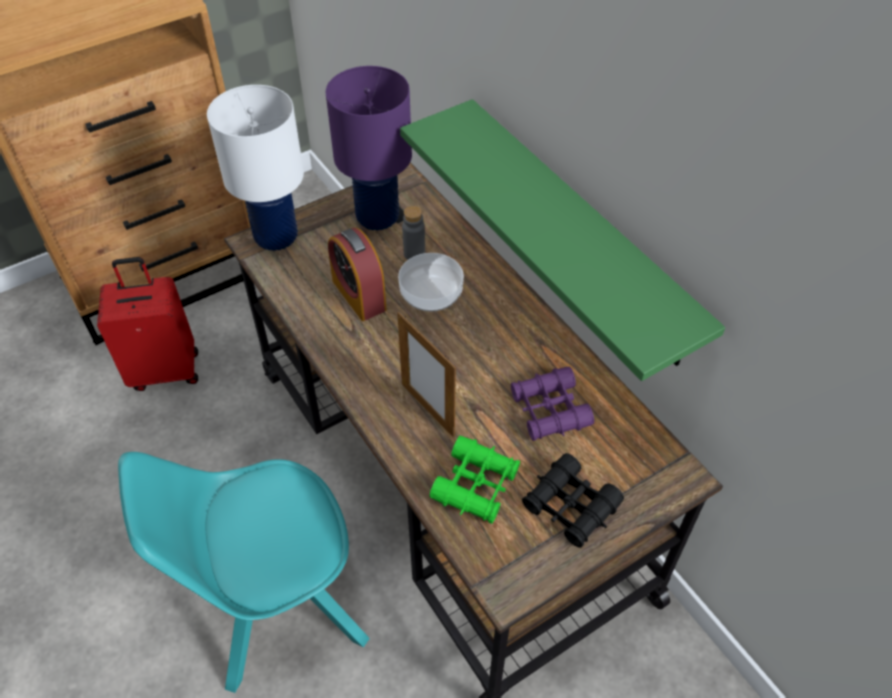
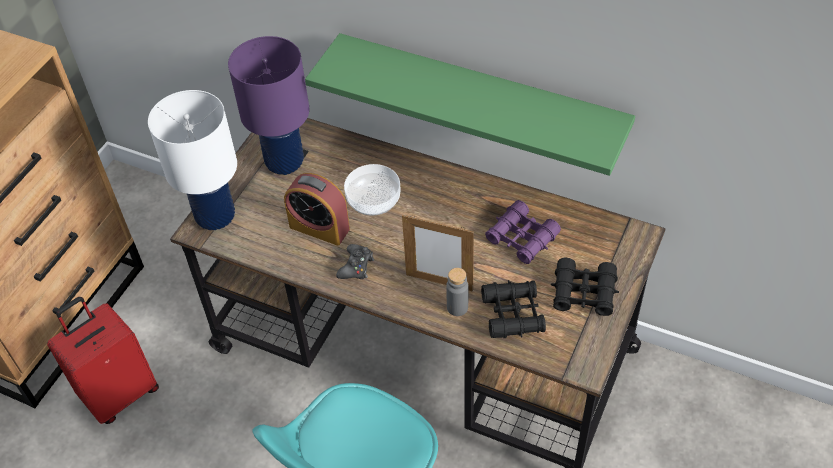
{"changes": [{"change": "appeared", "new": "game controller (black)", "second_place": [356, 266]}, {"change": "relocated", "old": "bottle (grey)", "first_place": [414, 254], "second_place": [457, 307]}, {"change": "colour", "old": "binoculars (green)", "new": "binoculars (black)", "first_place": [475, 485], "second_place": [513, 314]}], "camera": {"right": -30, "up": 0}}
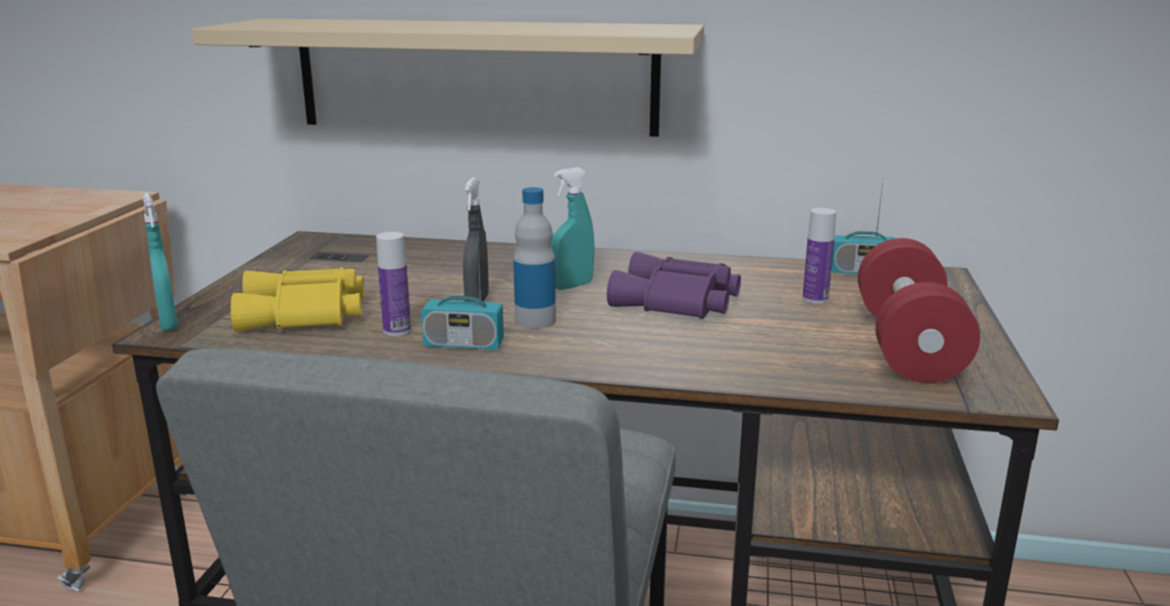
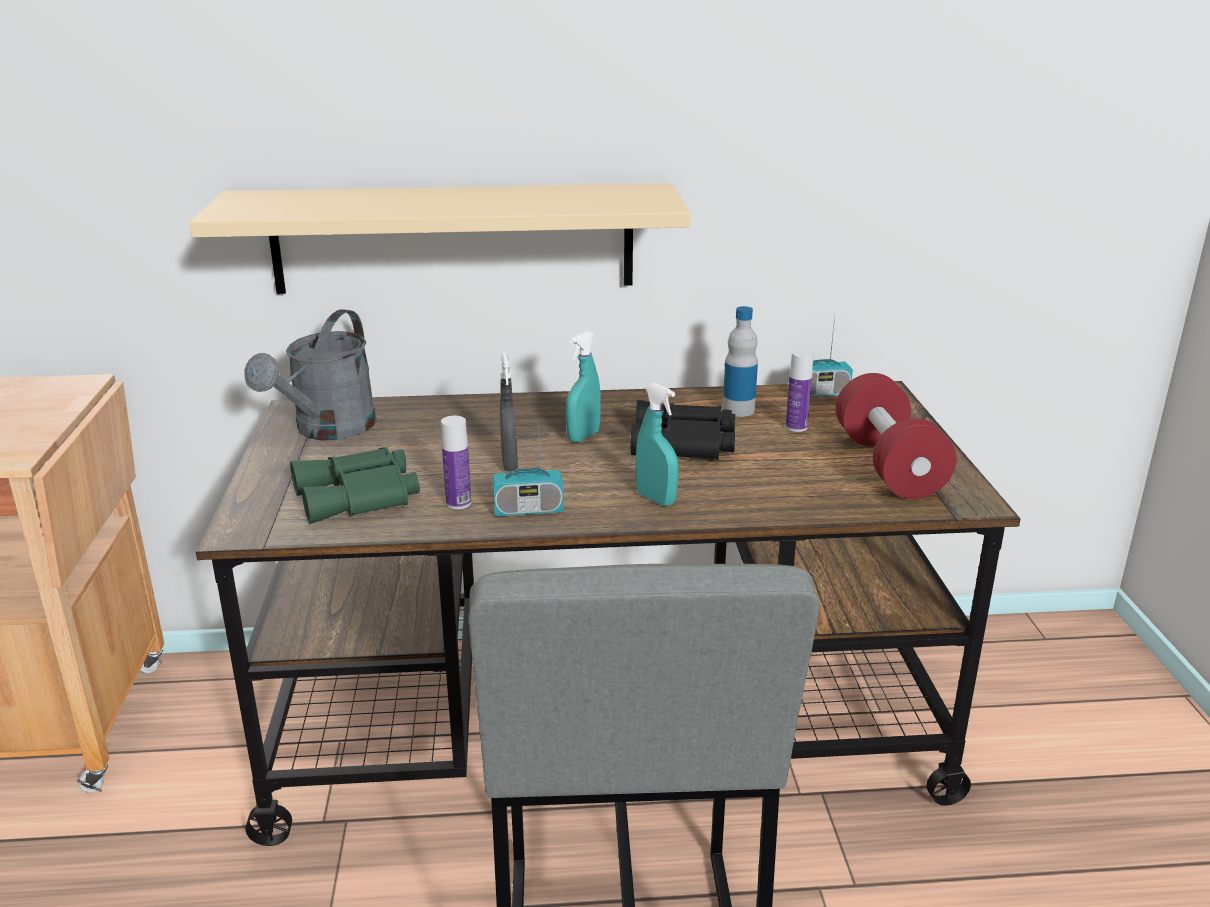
{"changes": [{"change": "appeared", "new": "watering can (grey)", "second_place": [328, 430]}, {"change": "colour", "old": "binoculars (yellow)", "new": "binoculars (green)", "first_place": [305, 315], "second_place": [359, 497]}, {"change": "colour", "old": "binoculars (purple)", "new": "binoculars (black)", "first_place": [677, 303], "second_place": [685, 444]}, {"change": "relocated", "old": "spray bottle (turquoise)", "first_place": [169, 324], "second_place": [656, 499]}, {"change": "relocated", "old": "bottle", "first_place": [535, 321], "second_place": [738, 410]}], "camera": {"right": -15, "up": 5}}
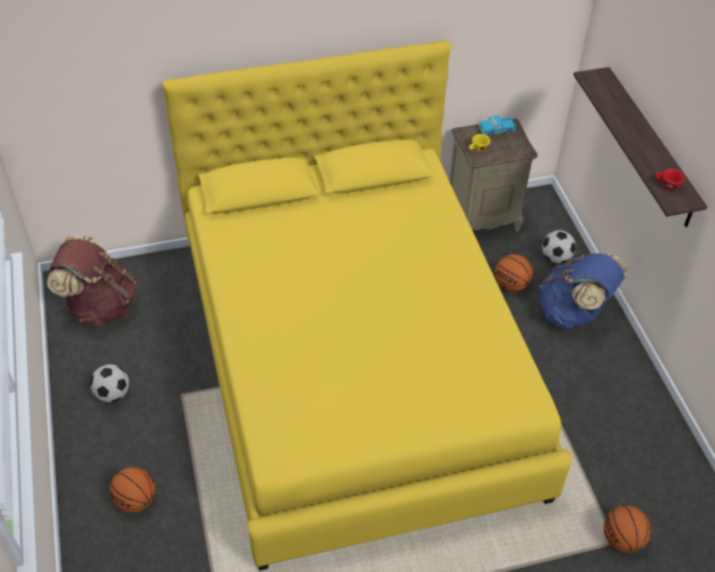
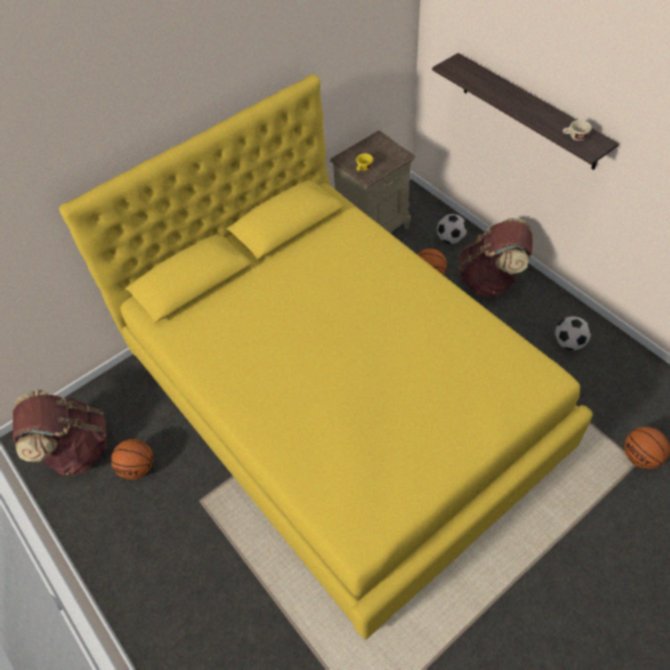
{"changes": [{"change": "relocated", "old": "basketball", "first_place": [136, 500], "second_place": [138, 467]}, {"change": "colour", "old": "backpack (blue)", "new": "backpack (brown)", "first_place": [573, 313], "second_place": [490, 280]}, {"change": "relocated", "old": "football", "first_place": [112, 394], "second_place": [569, 343]}, {"change": "colour", "old": "cup (red)", "new": "cup (beige)", "first_place": [666, 185], "second_place": [574, 137]}, {"change": "missing", "old": "toy truck", "first_place": [496, 131]}], "camera": {"right": -20, "up": 5}}
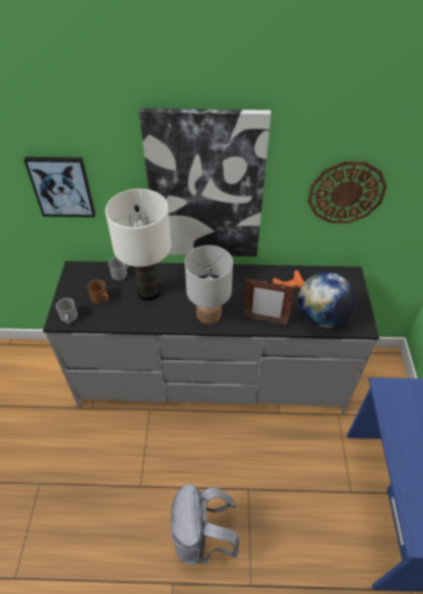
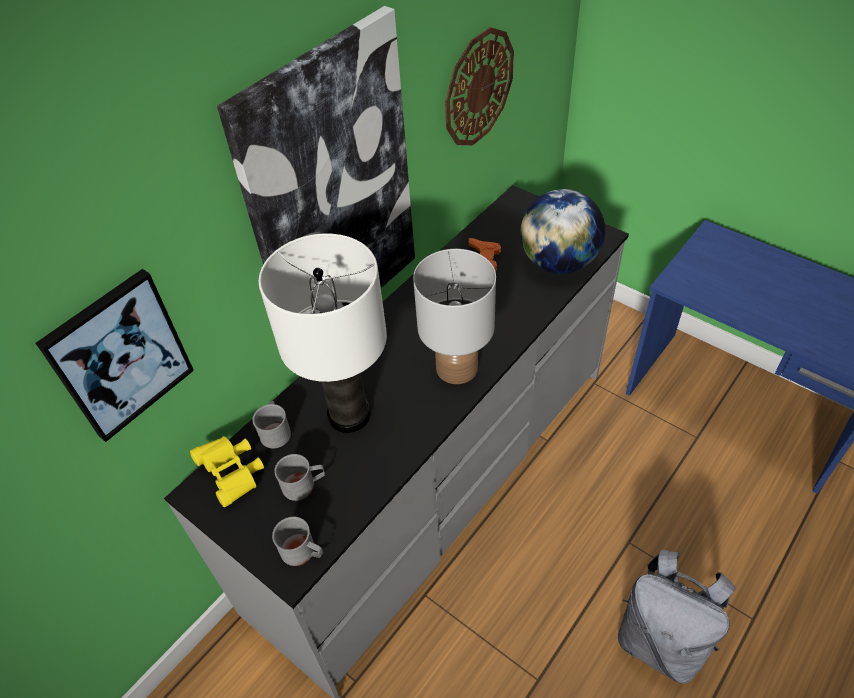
{"changes": [{"change": "appeared", "new": "binoculars (yellow)", "second_place": [233, 474]}, {"change": "colour", "old": "mug (brown)", "new": "mug (grey)", "first_place": [101, 299], "second_place": [304, 485]}, {"change": "missing", "old": "picture frame", "first_place": [265, 320]}], "camera": {"right": -50, "up": 0}}
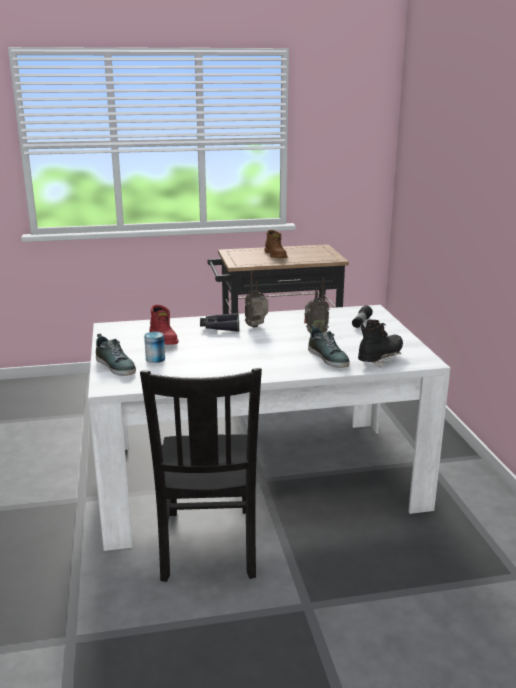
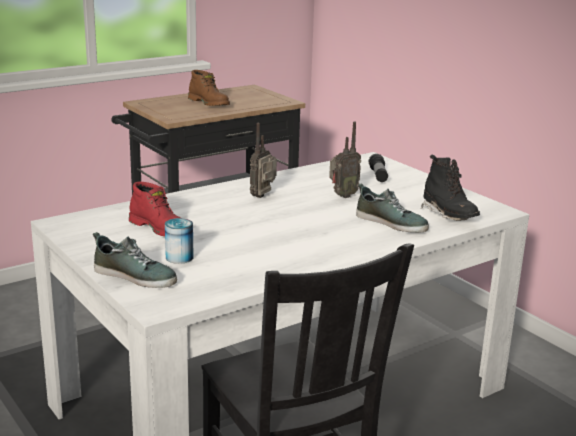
{"changes": [{"change": "spun", "old": "boot (black)", "first_place": [380, 359], "second_place": [448, 215], "degrees": 135}, {"change": "missing", "old": "binoculars (black)", "first_place": [219, 328]}], "camera": {"right": -25, "up": 0}}
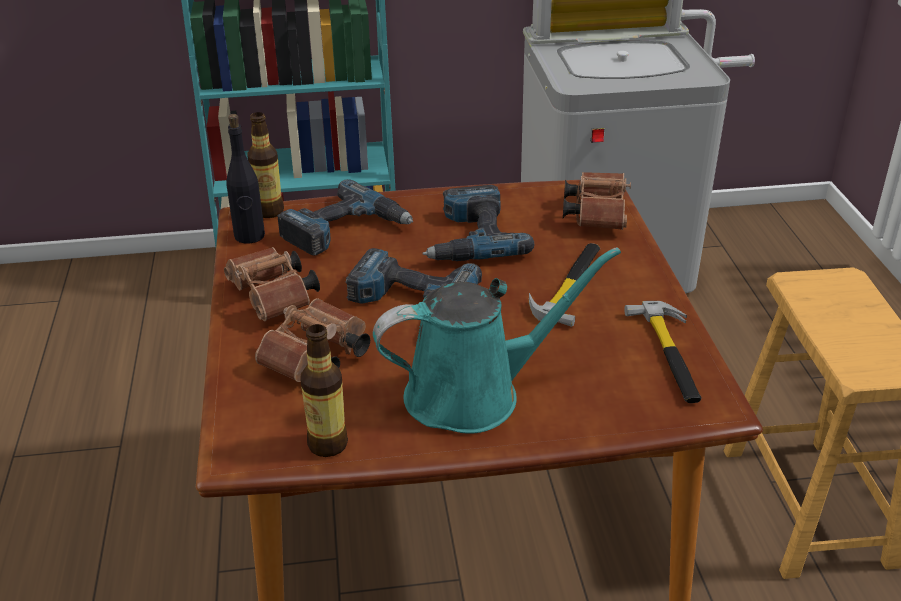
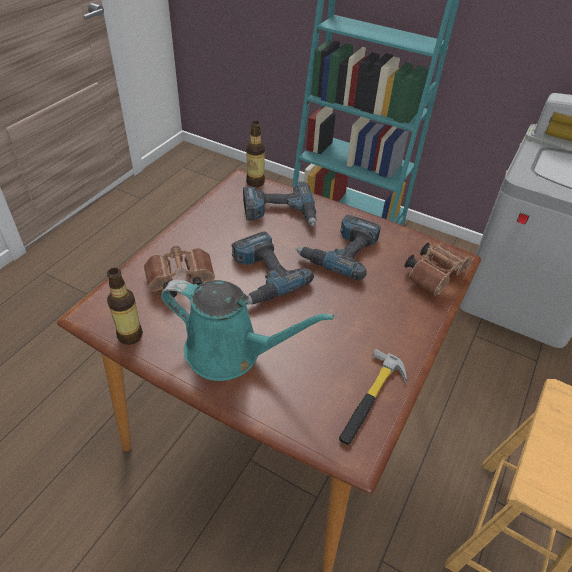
{"changes": [{"change": "missing", "old": "binoculars (brown)", "first_place": [274, 299]}, {"change": "missing", "old": "bottle (black)", "first_place": [249, 236]}, {"change": "missing", "old": "hammer", "first_place": [569, 285]}], "camera": {"right": 35, "up": 10}}
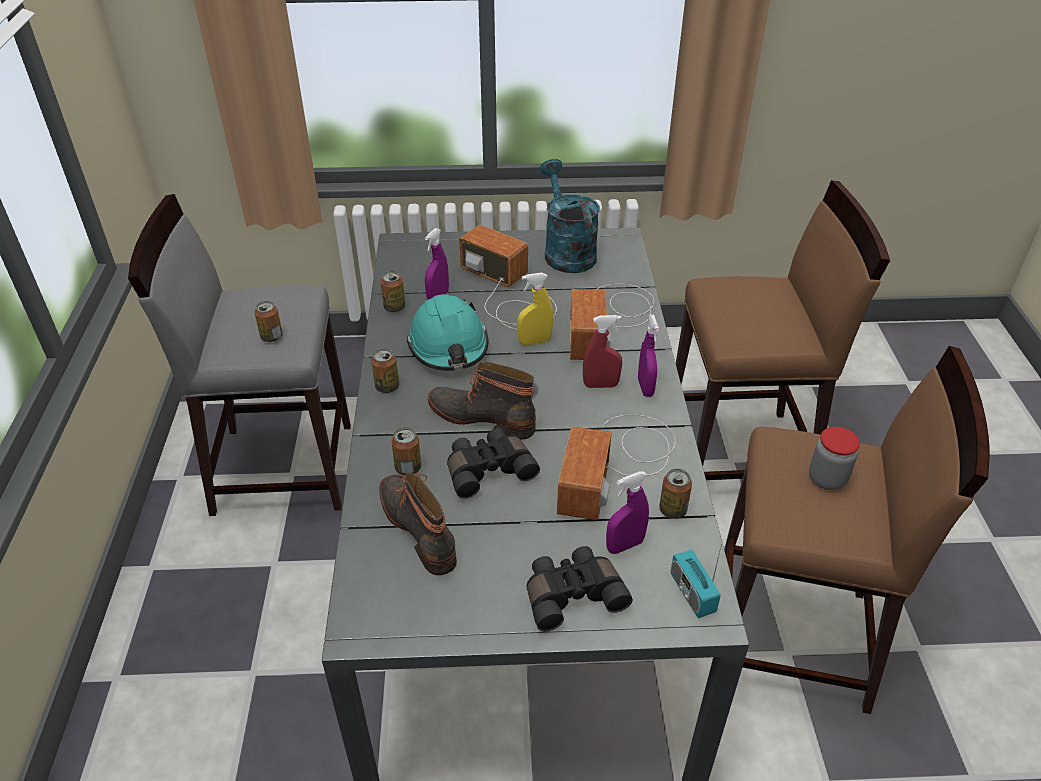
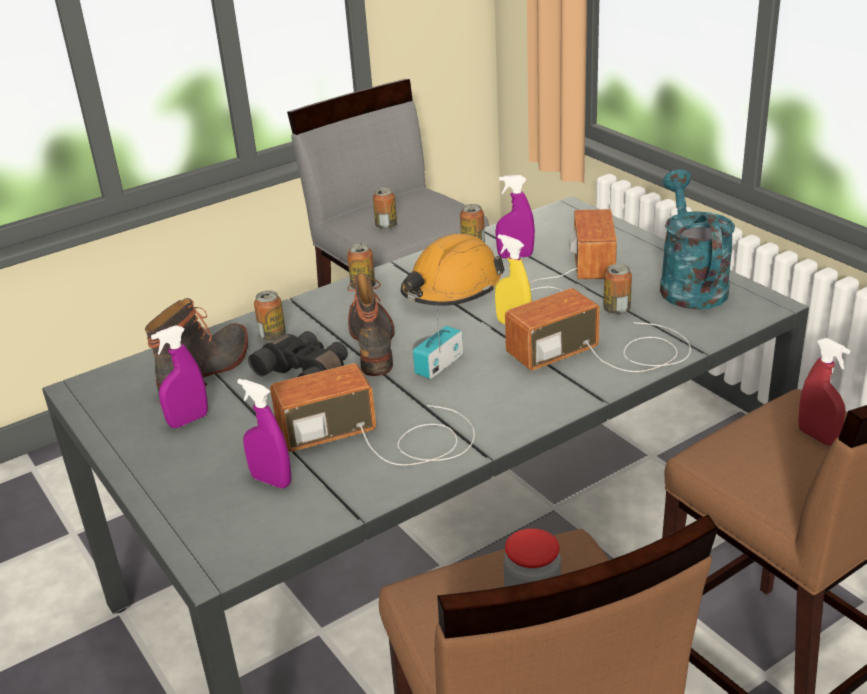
{"changes": [{"change": "relocated", "old": "spray bottle (purple)", "first_place": [645, 387], "second_place": [188, 420]}, {"change": "colour", "old": "hard hat (turquoise)", "new": "hard hat (orange)", "first_place": [449, 346], "second_place": [451, 289]}, {"change": "relocated", "old": "radio", "first_place": [692, 593], "second_place": [439, 365]}, {"change": "relocated", "old": "can", "first_place": [672, 510], "second_place": [616, 310]}, {"change": "spun", "old": "watering can (turquoise)", "first_place": [566, 251], "second_place": [689, 284], "degrees": -45}, {"change": "relocated", "old": "spray bottle (red)", "first_place": [600, 385], "second_place": [817, 437]}, {"change": "missing", "old": "binoculars (black)", "first_place": [572, 594]}], "camera": {"right": 60, "up": -10}}
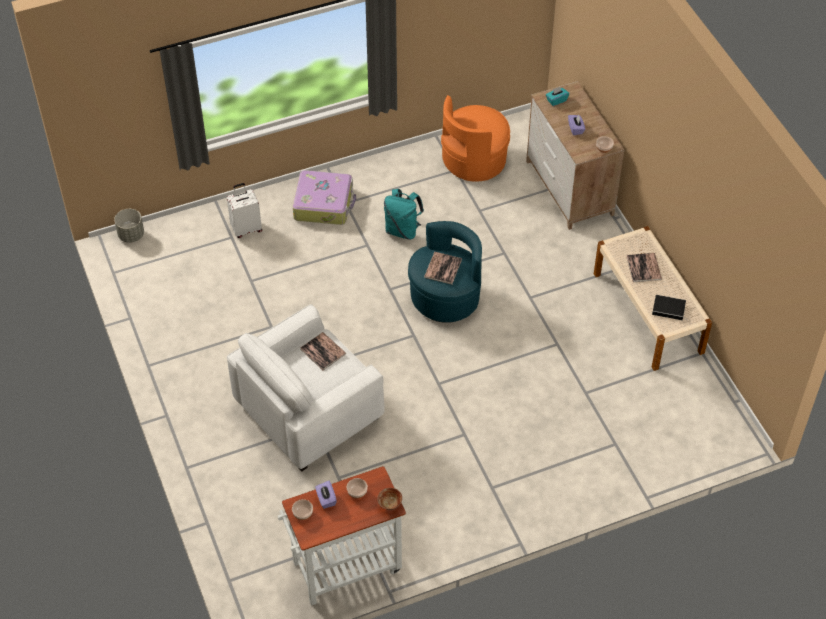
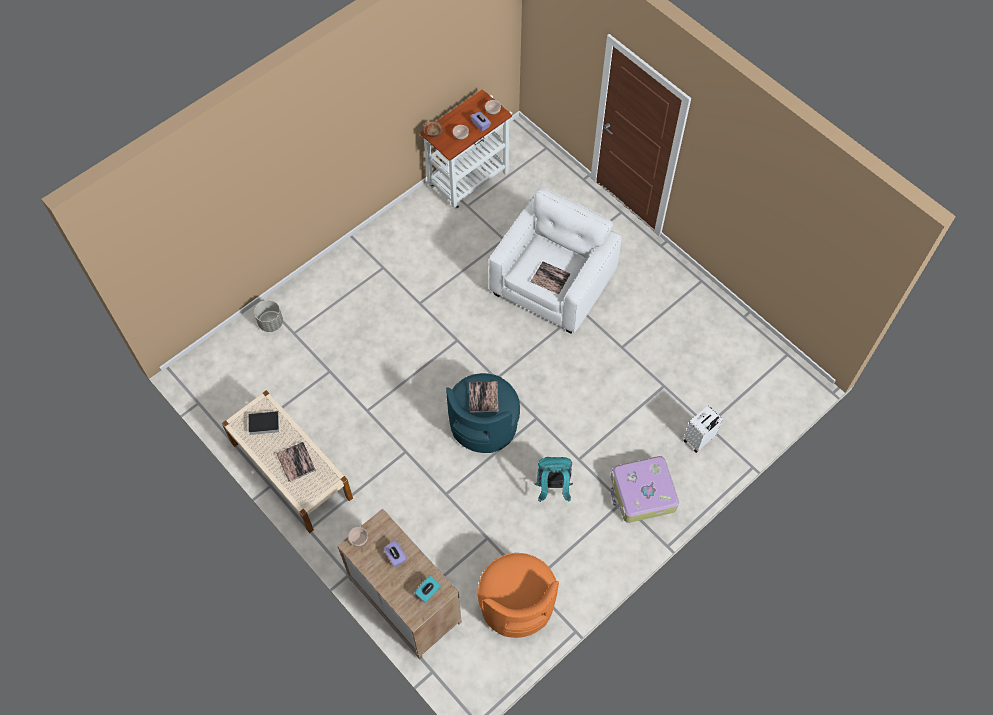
{"changes": [{"change": "relocated", "old": "planter (grey)", "first_place": [131, 235], "second_place": [271, 323]}, {"change": "spun", "old": "armchair (orange)", "first_place": [474, 160], "second_place": [516, 604], "degrees": 135}], "camera": {"right": 160, "up": 10}}
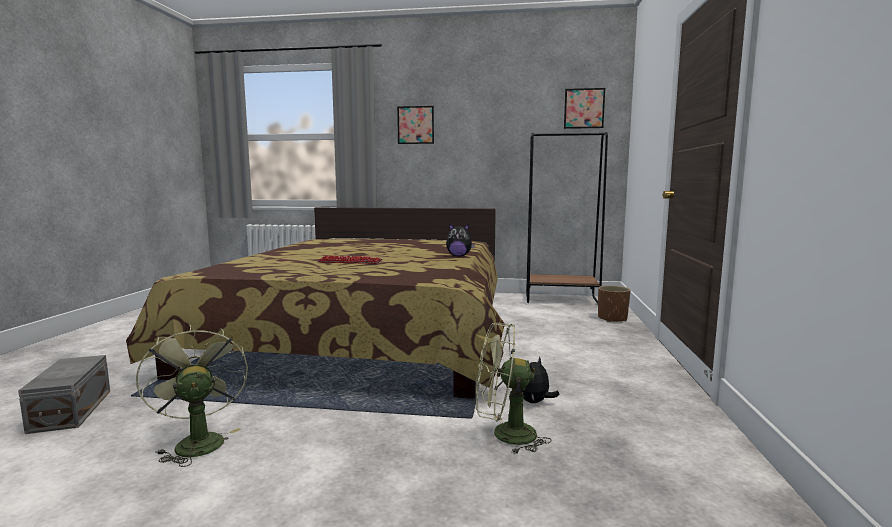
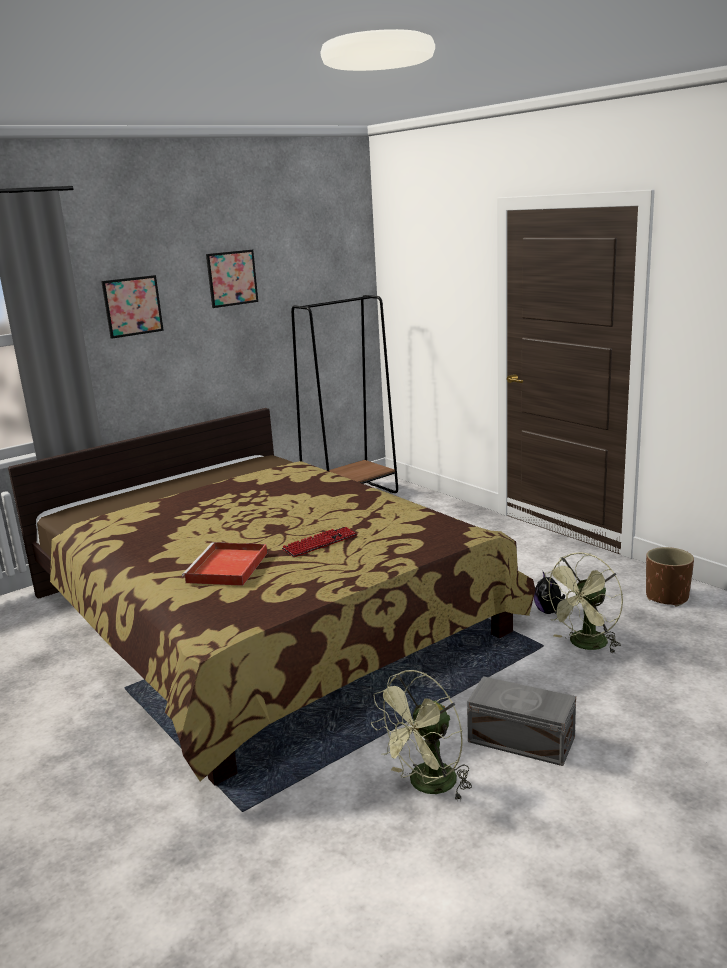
{"changes": [{"change": "appeared", "new": "tray (red)", "second_place": [227, 568]}, {"change": "relocated", "old": "picture", "first_place": [584, 108], "second_place": [232, 278]}, {"change": "spun", "old": "fan (green)", "first_place": [197, 441], "second_place": [427, 786], "degrees": -60}, {"change": "relocated", "old": "storage box (grey)", "first_place": [69, 411], "second_place": [522, 740]}, {"change": "relocated", "old": "planter (brown)", "first_place": [612, 319], "second_place": [666, 597]}, {"change": "missing", "old": "plush toy", "first_place": [459, 256]}], "camera": {"right": -45, "up": 10}}
